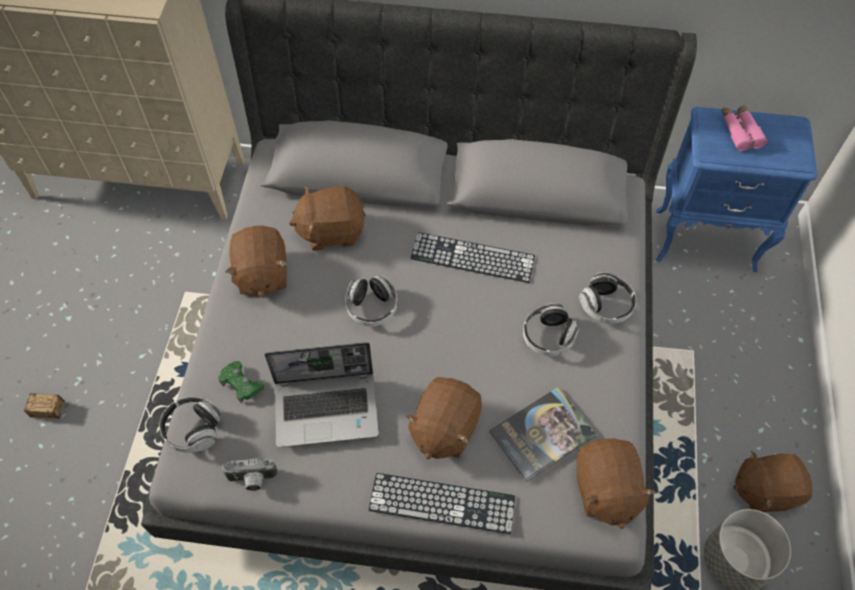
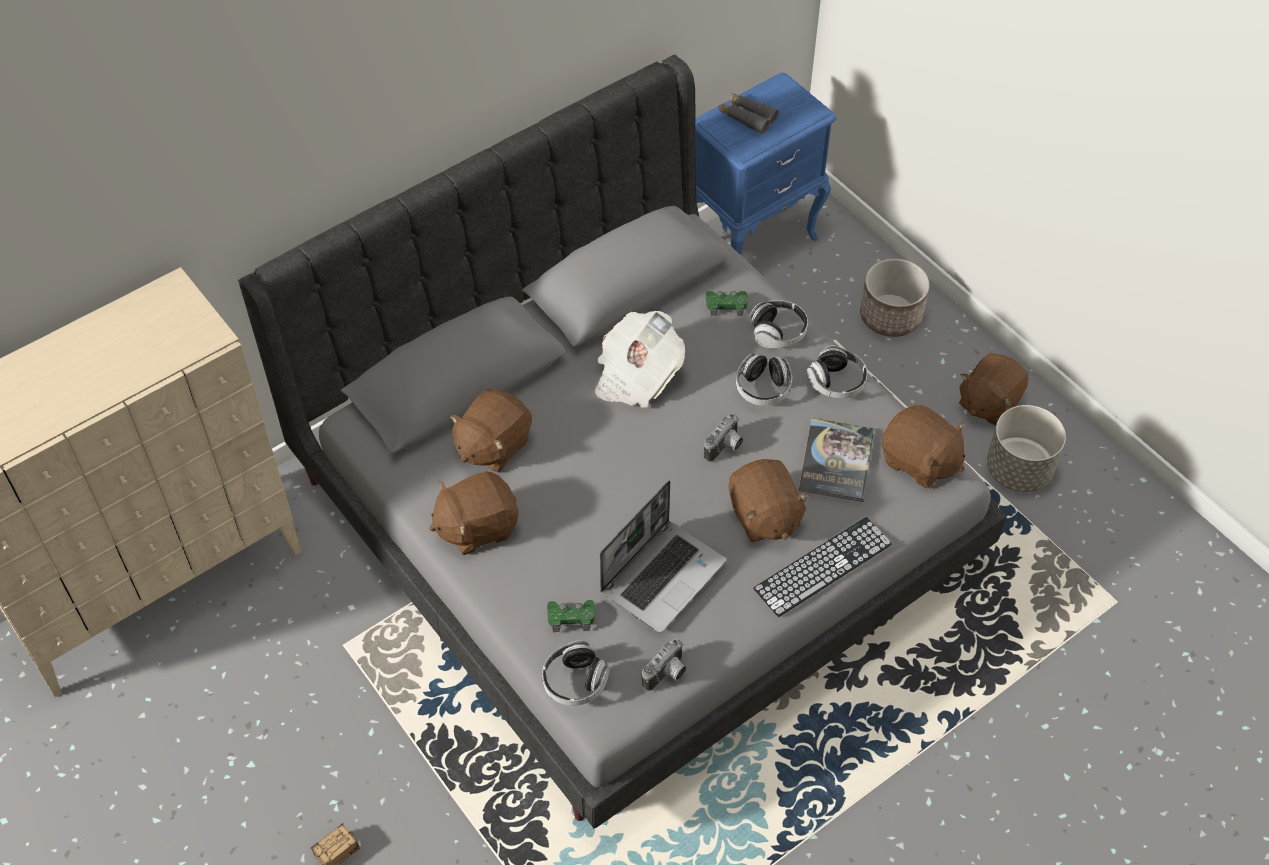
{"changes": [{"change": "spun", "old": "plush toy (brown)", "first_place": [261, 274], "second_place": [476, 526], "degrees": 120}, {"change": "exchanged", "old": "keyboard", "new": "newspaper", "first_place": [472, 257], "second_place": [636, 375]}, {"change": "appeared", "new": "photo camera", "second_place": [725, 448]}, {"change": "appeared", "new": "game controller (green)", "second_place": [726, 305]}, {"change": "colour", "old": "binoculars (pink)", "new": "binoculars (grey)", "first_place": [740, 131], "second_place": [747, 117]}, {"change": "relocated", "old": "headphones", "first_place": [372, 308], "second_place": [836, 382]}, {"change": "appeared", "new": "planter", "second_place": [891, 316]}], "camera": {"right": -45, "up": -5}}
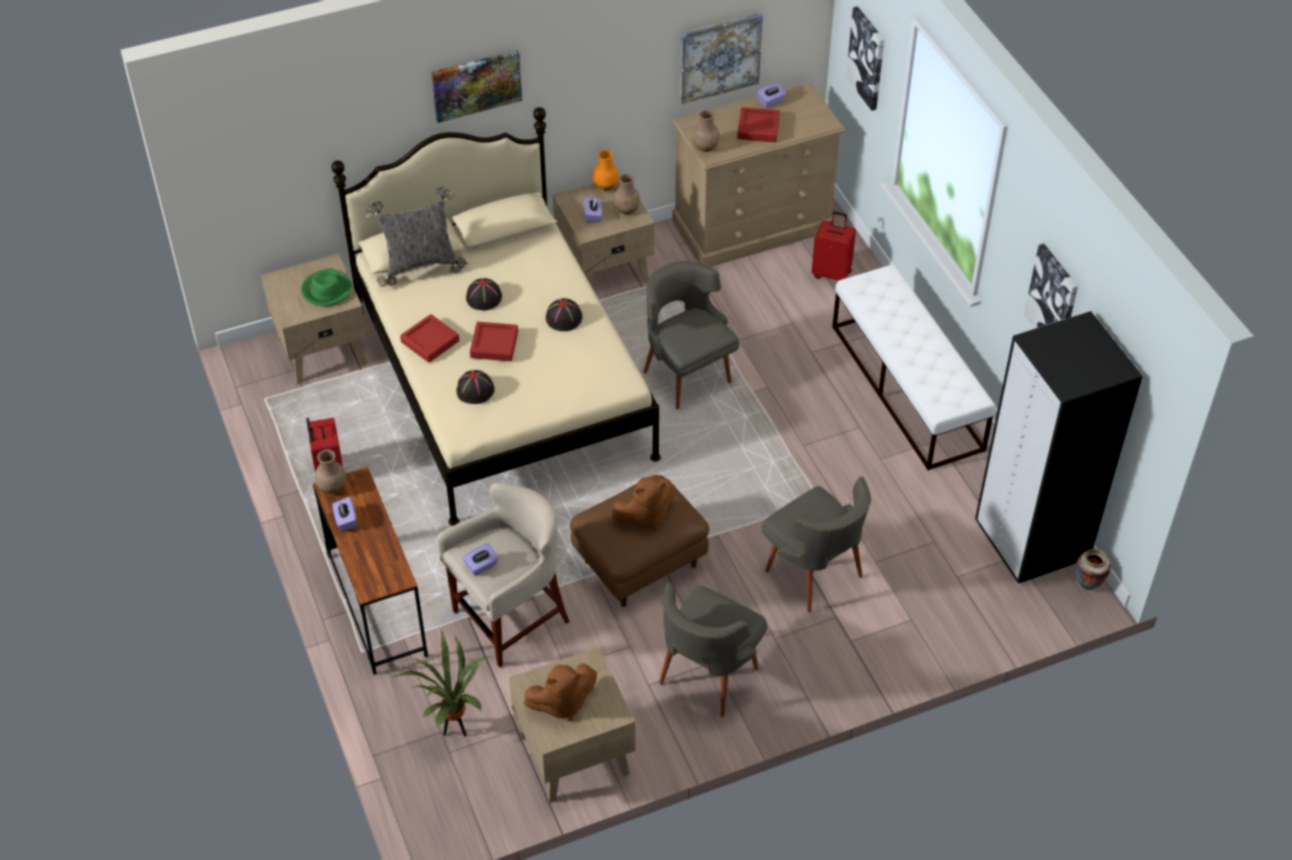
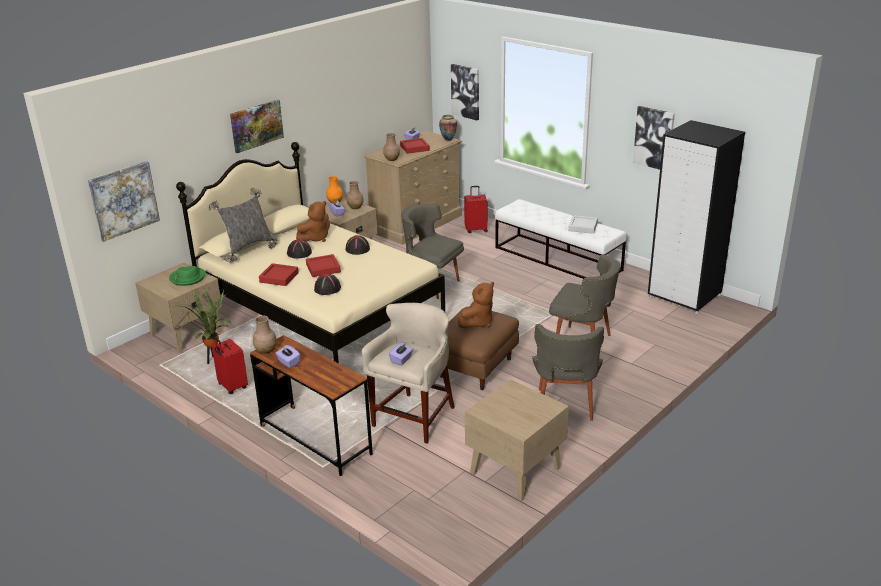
{"changes": [{"change": "relocated", "old": "picture", "first_place": [719, 57], "second_place": [124, 200]}, {"change": "relocated", "old": "potted plant", "first_place": [454, 729], "second_place": [213, 360]}, {"change": "relocated", "old": "plush toy (brown)", "first_place": [561, 703], "second_place": [315, 238]}, {"change": "relocated", "old": "vase", "first_place": [1087, 585], "second_place": [448, 140]}, {"change": "appeared", "new": "tray (grey)", "second_place": [583, 227]}], "camera": {"right": -25, "up": -20}}
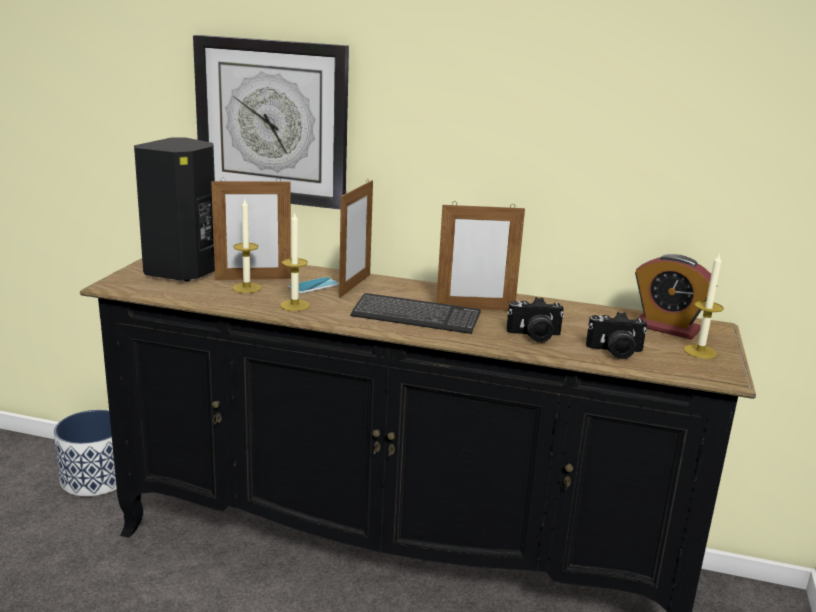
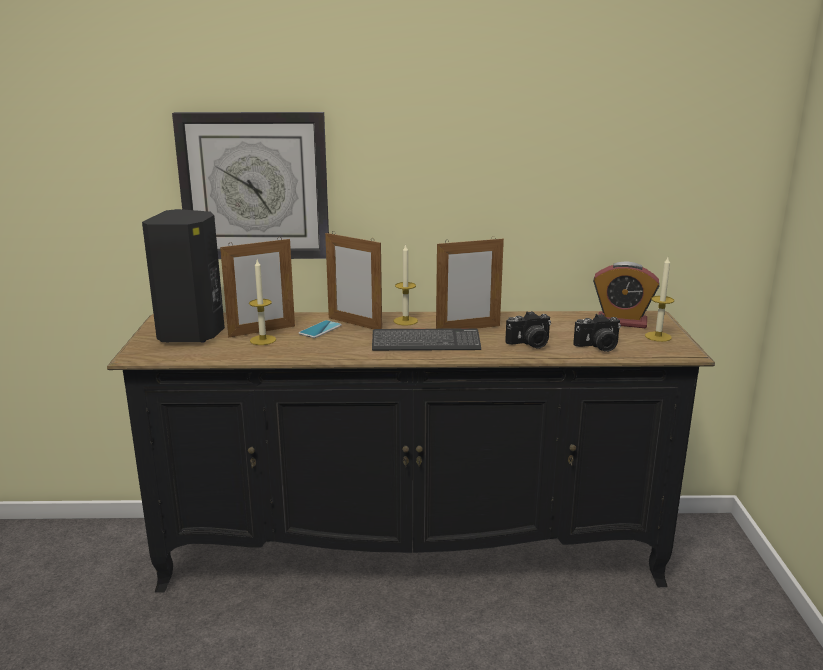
{"changes": [{"change": "spun", "old": "picture frame", "first_place": [354, 285], "second_place": [355, 324], "degrees": 120}, {"change": "relocated", "old": "candle", "first_place": [294, 305], "second_place": [405, 321]}, {"change": "missing", "old": "planter", "first_place": [95, 479]}], "camera": {"right": -15, "up": 0}}
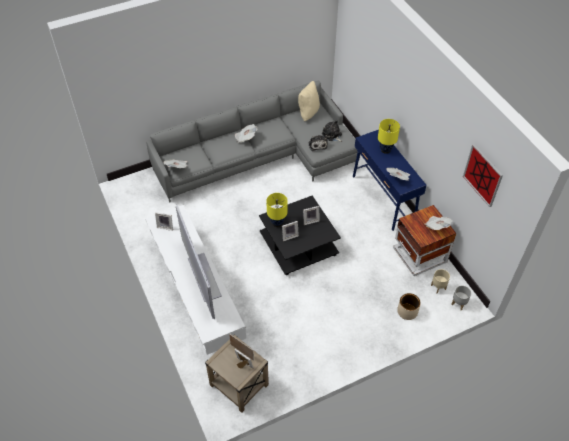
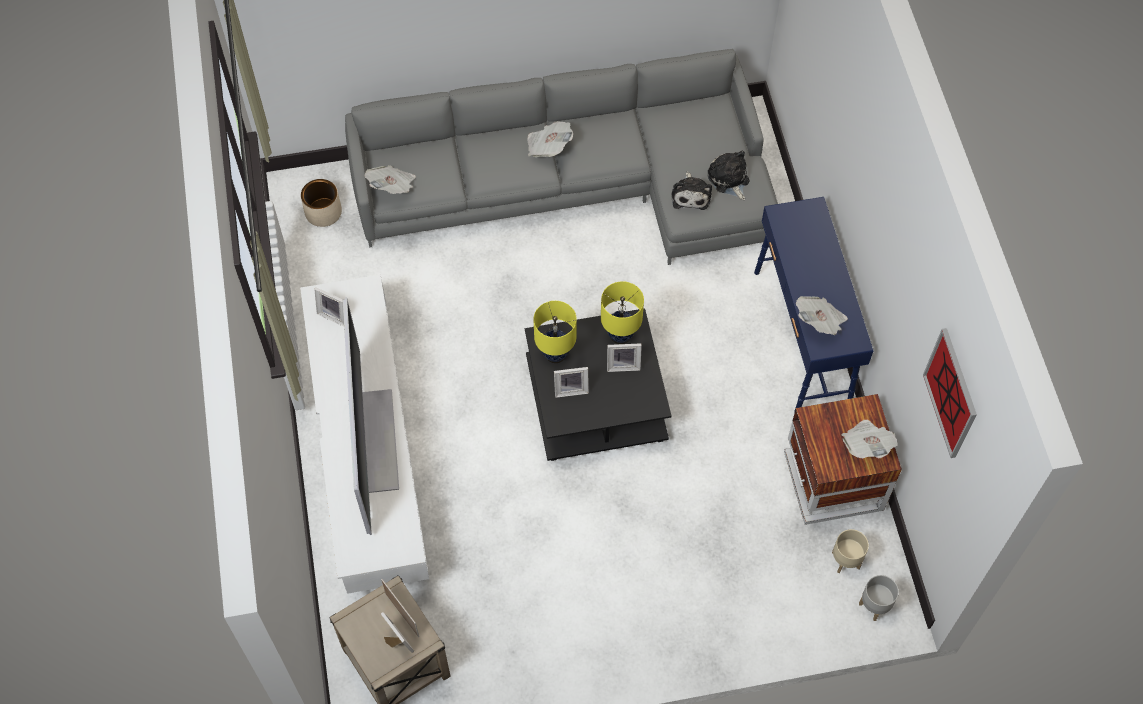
{"changes": [{"change": "relocated", "old": "planter (beige)", "first_place": [407, 311], "second_place": [323, 212]}, {"change": "relocated", "old": "table lamp (yellow)", "first_place": [385, 150], "second_place": [620, 335]}, {"change": "missing", "old": "pillow (beige)", "first_place": [308, 113]}], "camera": {"right": 15, "up": 10}}
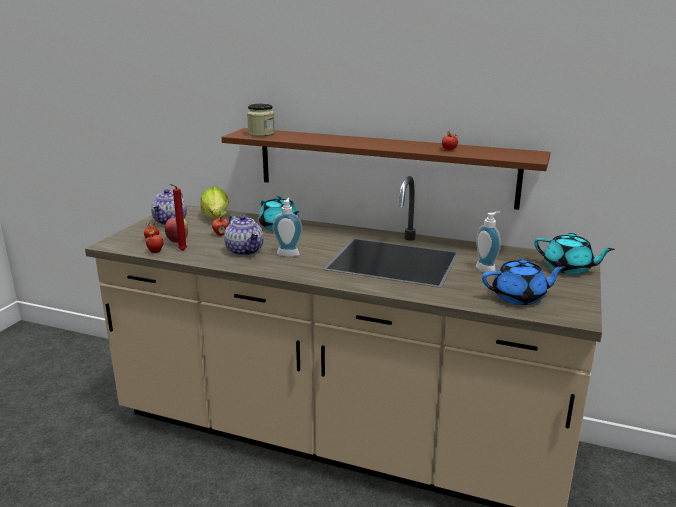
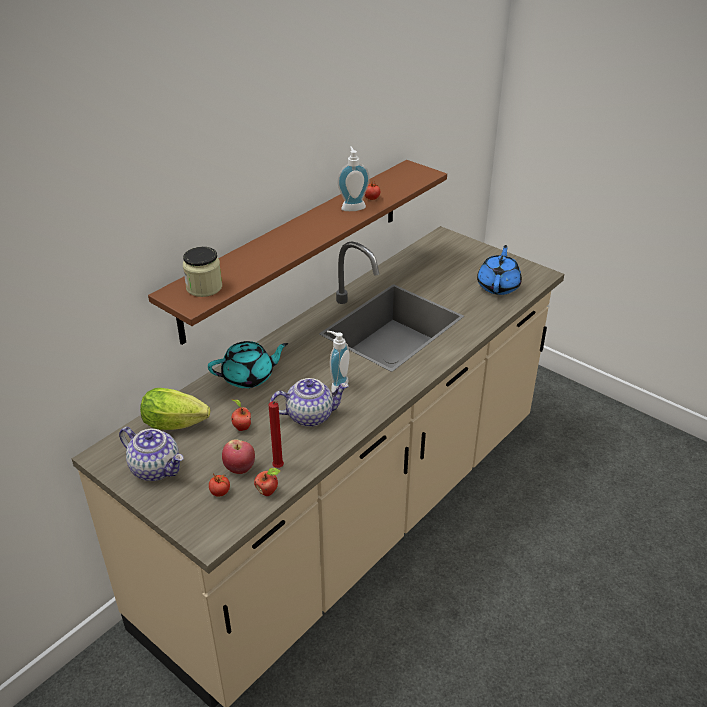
{"changes": [{"change": "relocated", "old": "soap dispenser", "first_place": [487, 269], "second_place": [352, 207]}, {"change": "missing", "old": "teapot (turquoise)", "first_place": [568, 268]}], "camera": {"right": -70, "up": 15}}
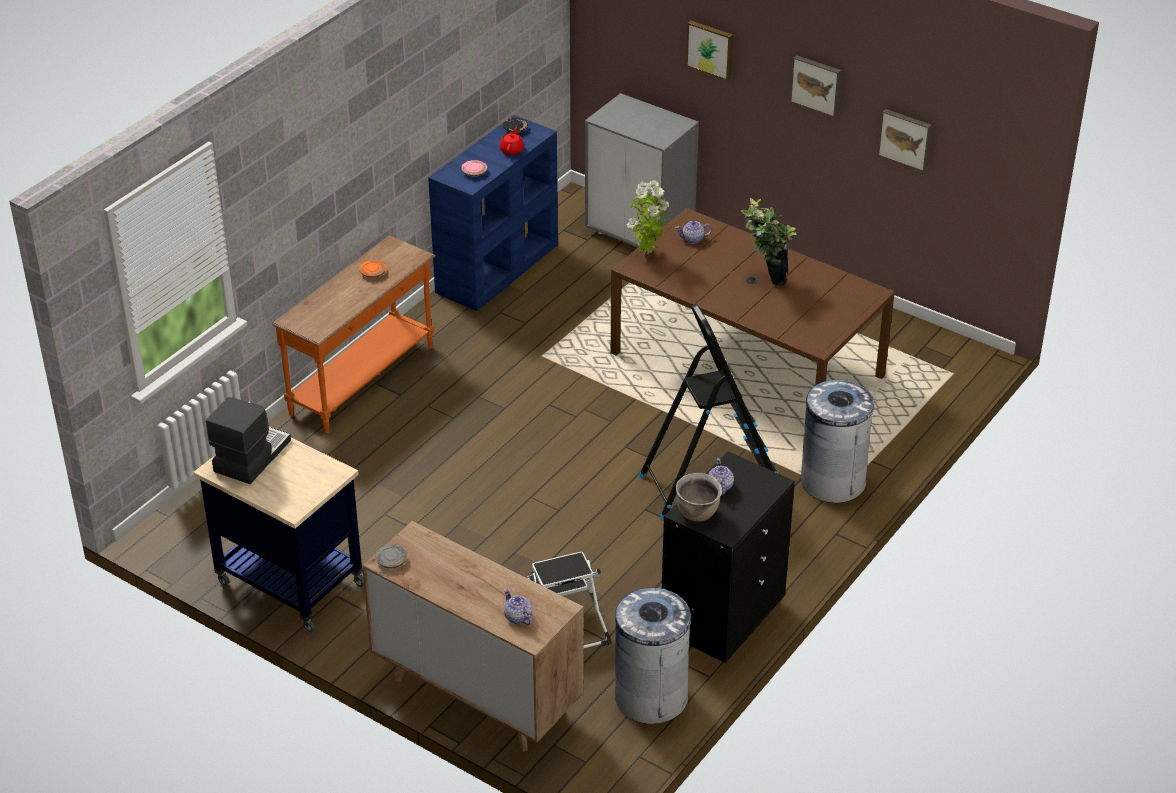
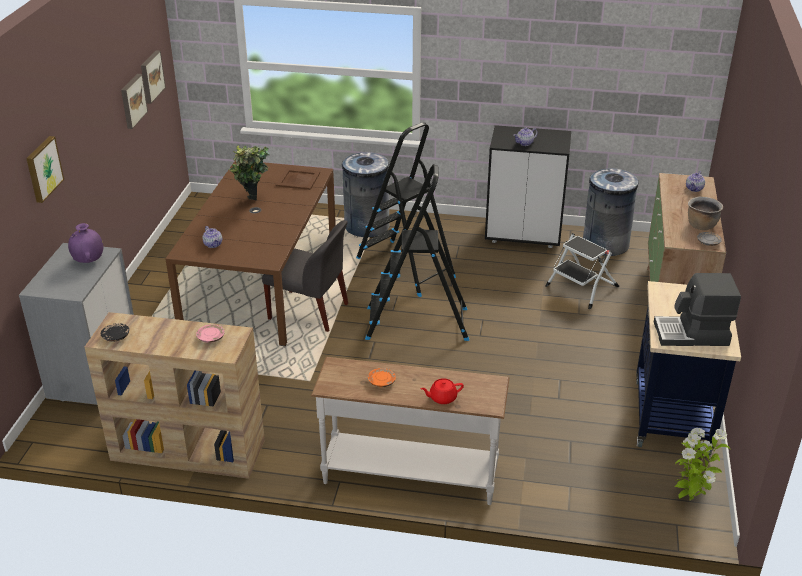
{"changes": [{"change": "appeared", "new": "vase (purple)", "second_place": [89, 262]}, {"change": "colour", "old": "bookcase (blue)", "new": "bookcase (brown)", "first_place": [496, 268], "second_place": [187, 451]}, {"change": "relocated", "old": "picture", "first_place": [817, 84], "second_place": [151, 76]}, {"change": "appeared", "new": "chair (grey)", "second_place": [310, 312]}, {"change": "appeared", "new": "tray (brown)", "second_place": [298, 179]}, {"change": "colour", "old": "console table (orange)", "new": "console table (white)", "first_place": [363, 381], "second_place": [410, 475]}, {"change": "appeared", "new": "step ladder (black)", "second_place": [416, 324]}, {"change": "relocated", "old": "teapot (red)", "first_place": [512, 150], "second_place": [442, 398]}, {"change": "relocated", "old": "potted plant", "first_place": [645, 255], "second_place": [689, 499]}, {"change": "relocated", "old": "cooking pot (brown)", "first_place": [697, 513], "second_place": [701, 225]}], "camera": {"right": -115, "up": -5}}
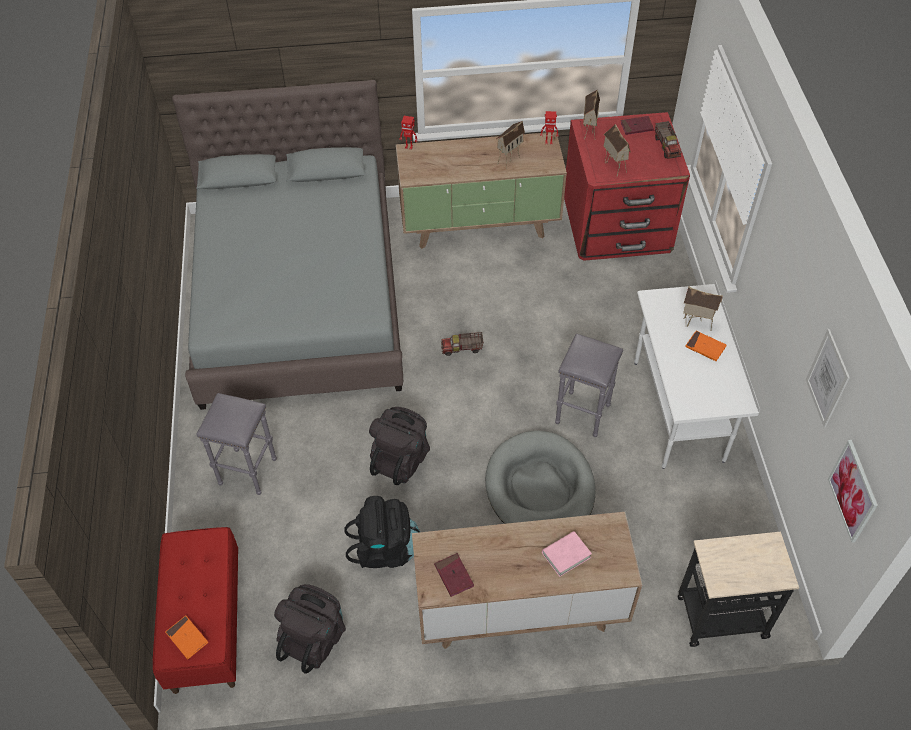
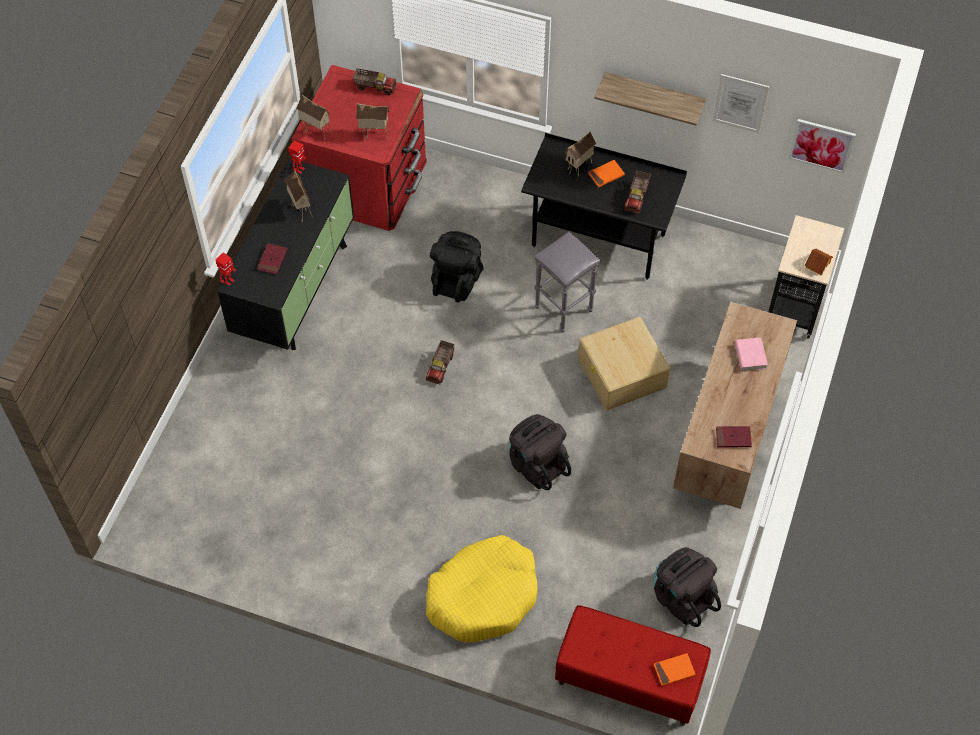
{"changes": [{"change": "colour", "old": "dresser (green)", "new": "dresser (black)", "first_place": [479, 224], "second_place": [294, 289]}, {"change": "relocated", "old": "book (red)", "first_place": [636, 127], "second_place": [272, 260]}, {"change": "exchanged", "old": "stool (grey)", "new": "dog bed (yellow)", "first_place": [246, 472], "second_place": [483, 595]}, {"change": "relocated", "old": "backpack (black)", "first_place": [385, 549], "second_place": [457, 280]}, {"change": "colour", "old": "desk (white)", "new": "desk (black)", "first_place": [678, 411], "second_place": [598, 241]}, {"change": "exchanged", "old": "dog bed (grey)", "new": "storage box (beige)", "first_place": [540, 489], "second_place": [622, 373]}, {"change": "appeared", "new": "shelf", "second_place": [654, 95]}, {"change": "appeared", "new": "toy truck", "second_place": [637, 198]}, {"change": "appeared", "new": "toy house", "second_place": [817, 264]}, {"change": "missing", "old": "bed (grey)", "first_place": [299, 298]}], "camera": {"right": -65, "up": 5}}
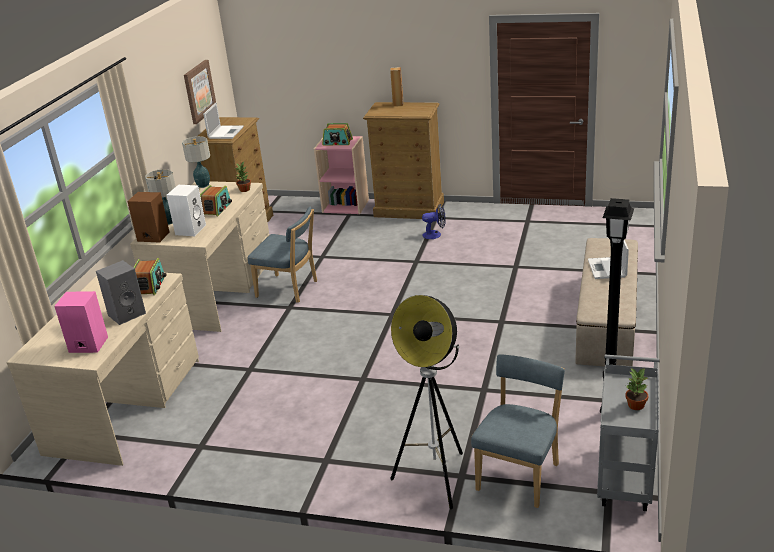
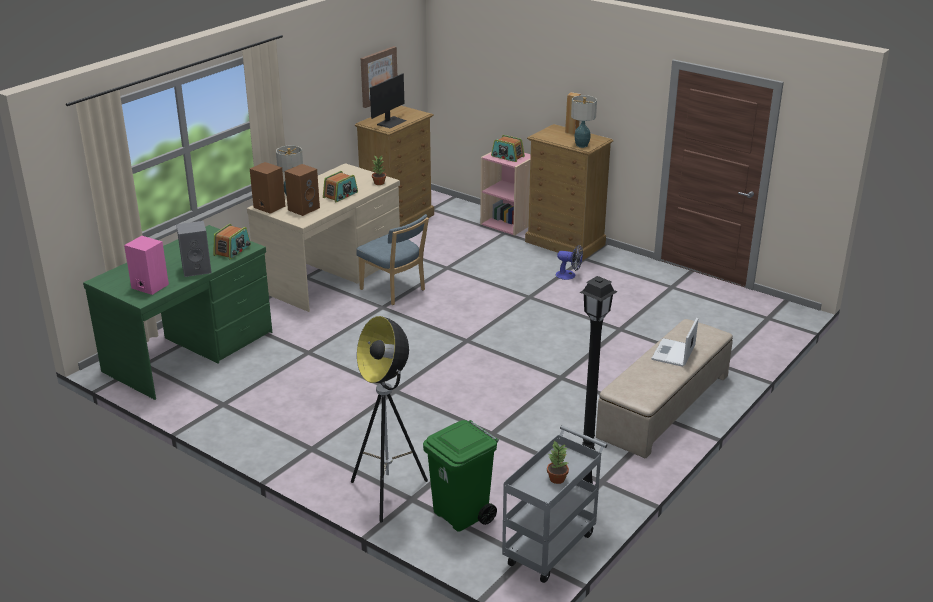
{"changes": [{"change": "colour", "old": "desk (beige)", "new": "desk (green)", "first_place": [126, 405], "second_place": [190, 352]}, {"change": "colour", "old": "speaker (white)", "new": "speaker (brown)", "first_place": [190, 229], "second_place": [304, 208]}, {"change": "exchanged", "old": "laptop", "new": "monitor", "first_place": [226, 132], "second_place": [391, 122]}, {"change": "exchanged", "old": "chair (blue)", "new": "trash can (green)", "first_place": [520, 474], "second_place": [462, 515]}, {"change": "relocated", "old": "table lamp", "first_place": [203, 185], "second_place": [582, 145]}], "camera": {"right": 20, "up": 0}}
